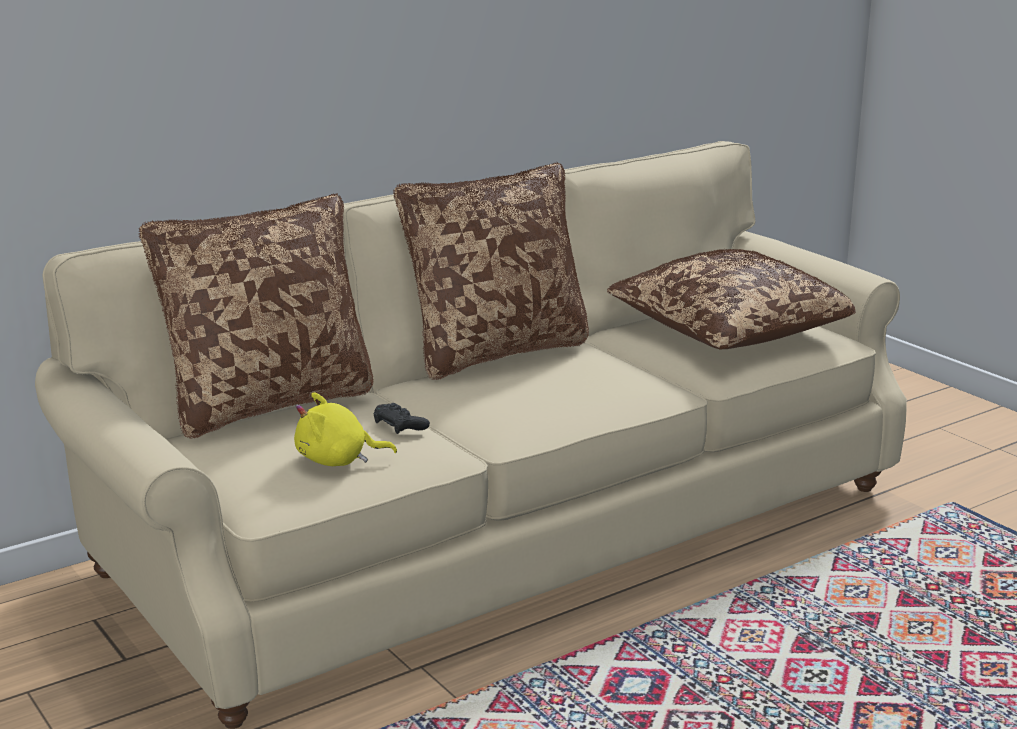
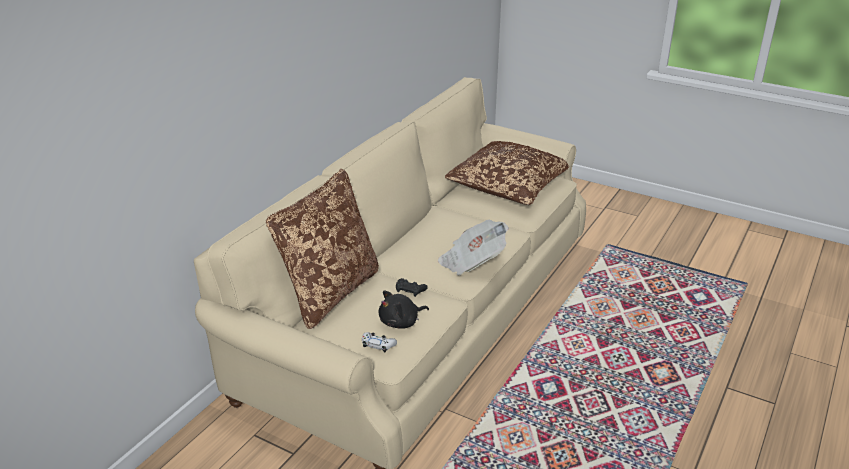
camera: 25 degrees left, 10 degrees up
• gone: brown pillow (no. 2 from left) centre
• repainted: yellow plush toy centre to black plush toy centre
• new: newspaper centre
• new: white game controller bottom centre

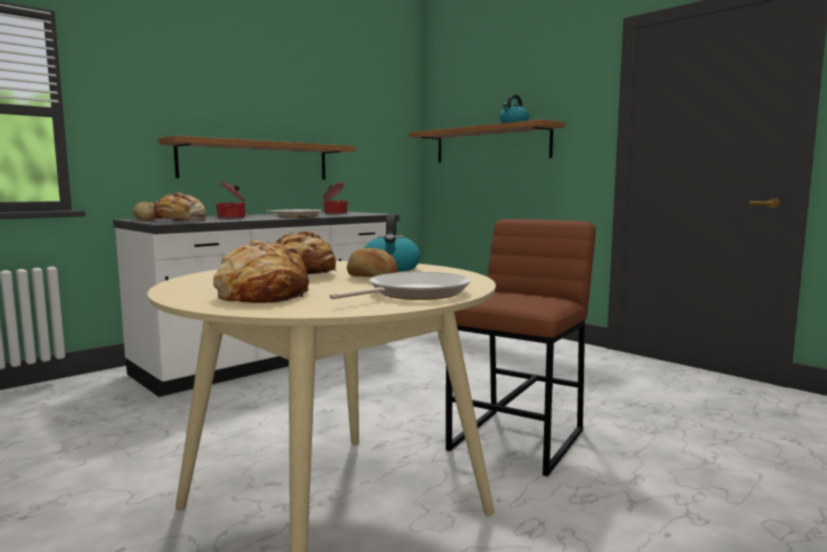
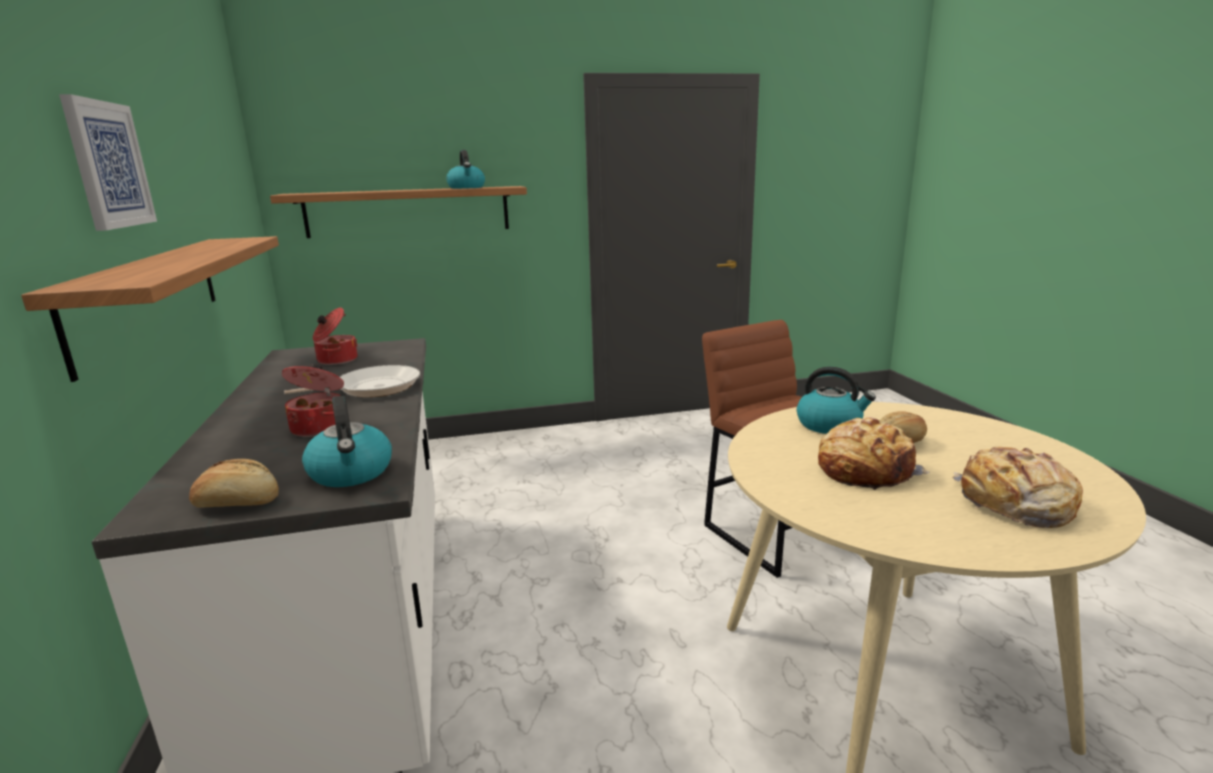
camera: 60 degrees left, 10 degrees up
• swapped: bread (no. 2 from left) middle left to kettle (no. 1 from left) middle left
• gone: frying pan (no. 2 from left) centre
• new: picture top left

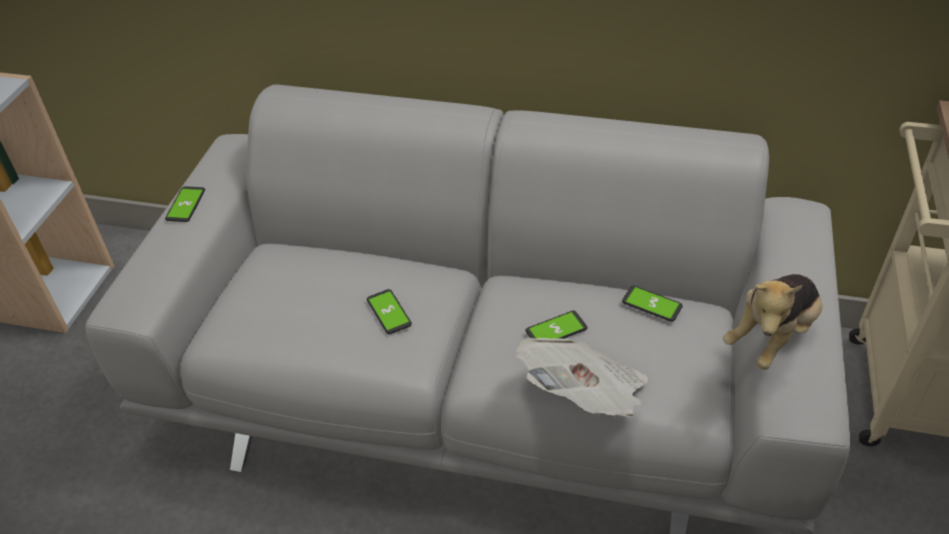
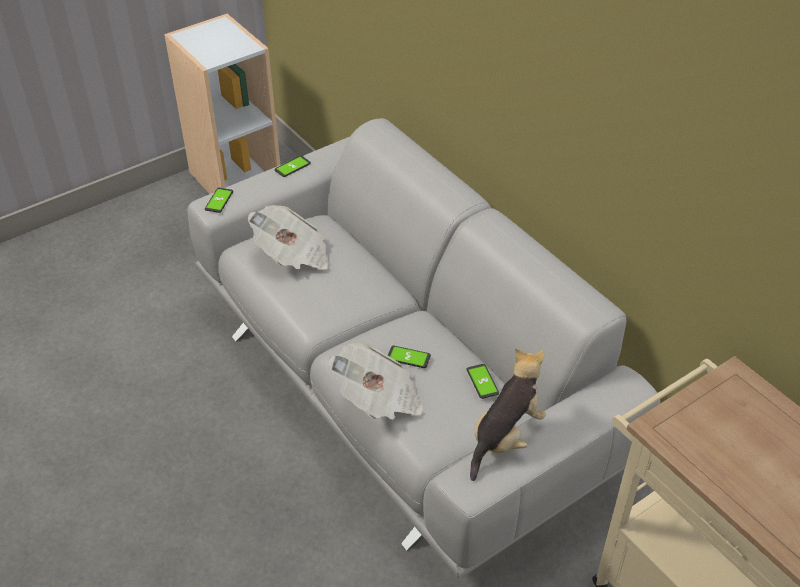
camera: 40 degrees right, 0 degrees up
• rotated: plush toy middle right = bottom centre 135 degrees clockwise
• shifted: phone (no. 2 from left in the first image) centre to phone (no. 1 from left) middle left
• new: newspaper (no. 1 from left) centre

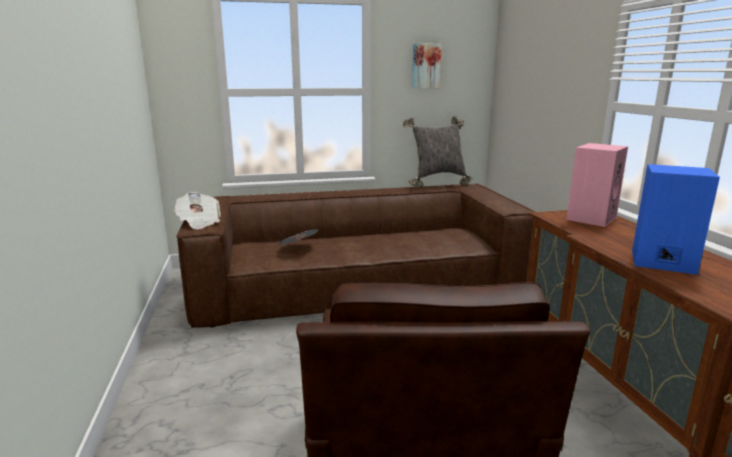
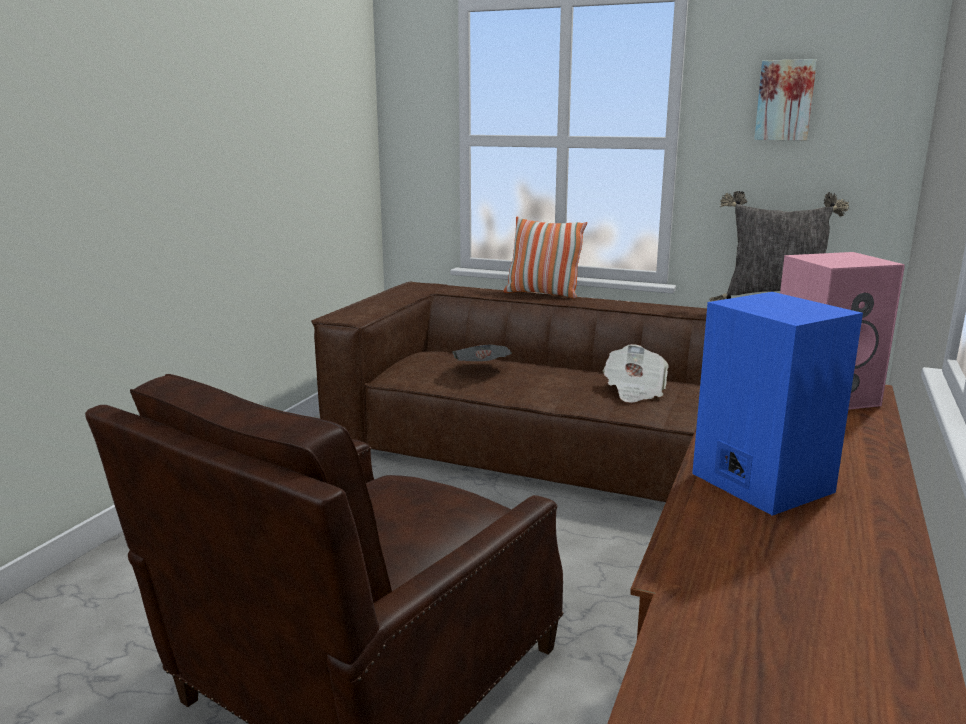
camera: 35 degrees right, 0 degrees up
• shifted: newspaper (no. 1 from left in the first image) middle left to newspaper (no. 2 from left) centre
• new: pillow (no. 1 from left) centre

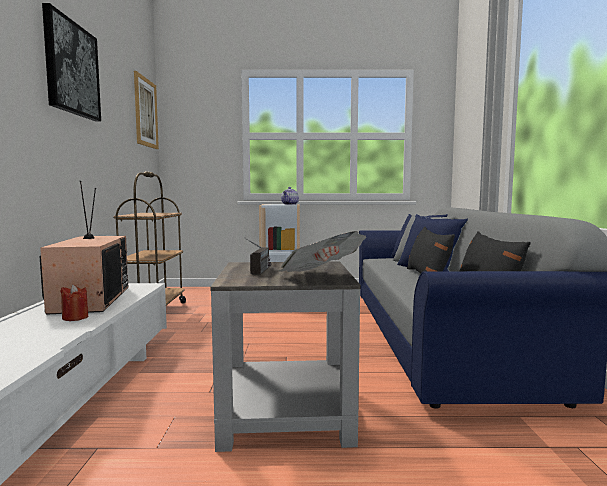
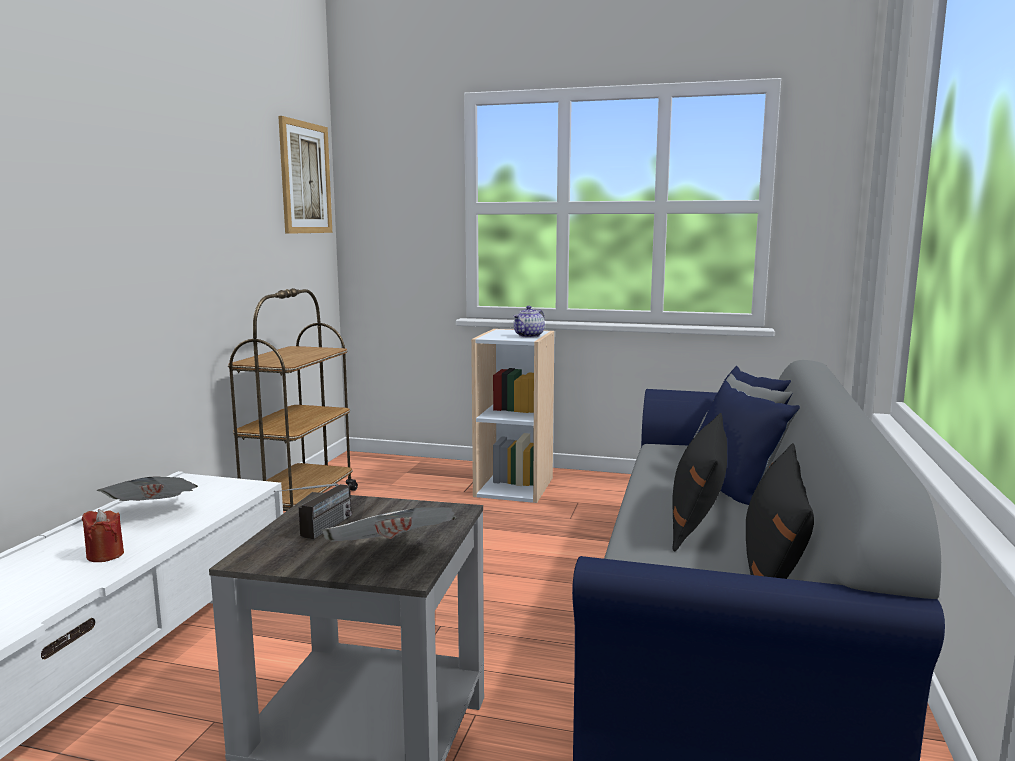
camera: 15 degrees right, 5 degrees up
• gone: picture (no. 1 from left) top left
• swapped: television middle left to newspaper (no. 1 from left) middle left

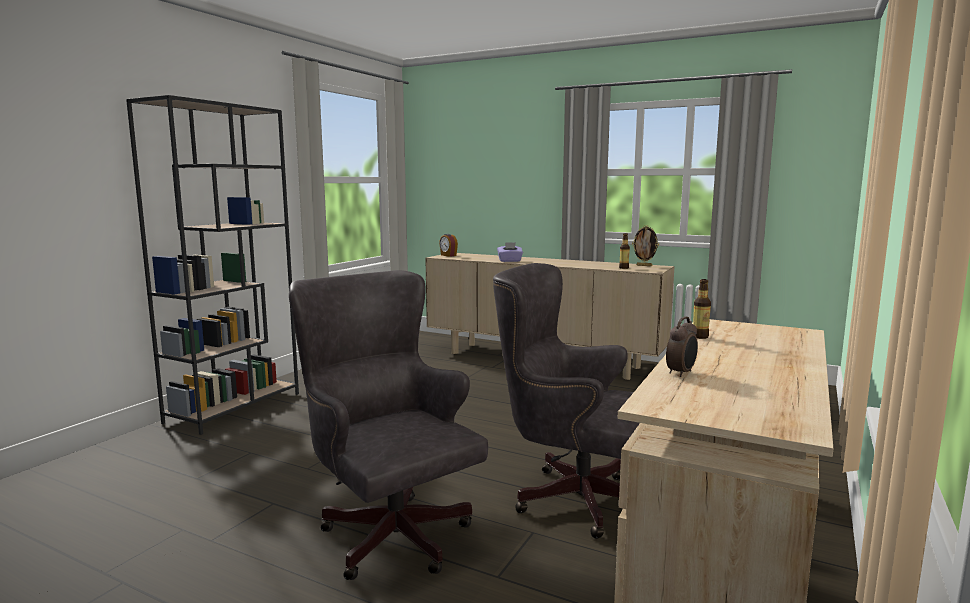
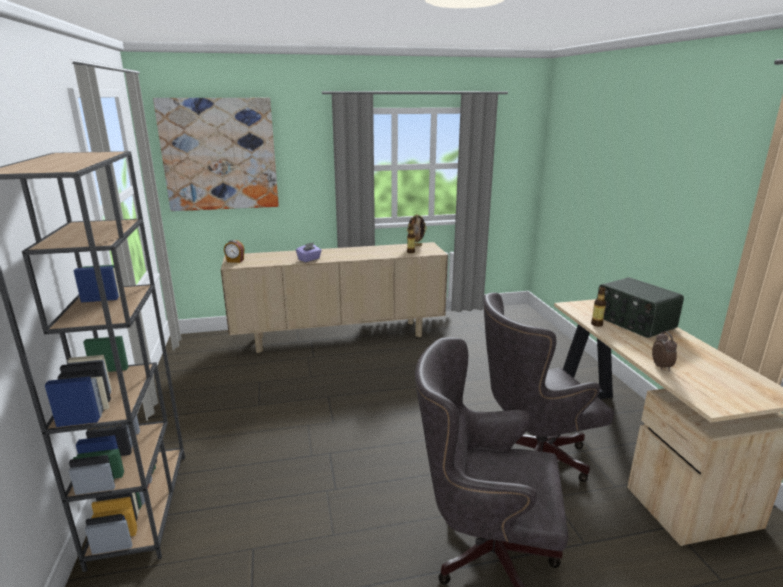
camera: 40 degrees left, 10 degrees up
• new: picture top left
• new: radio middle right

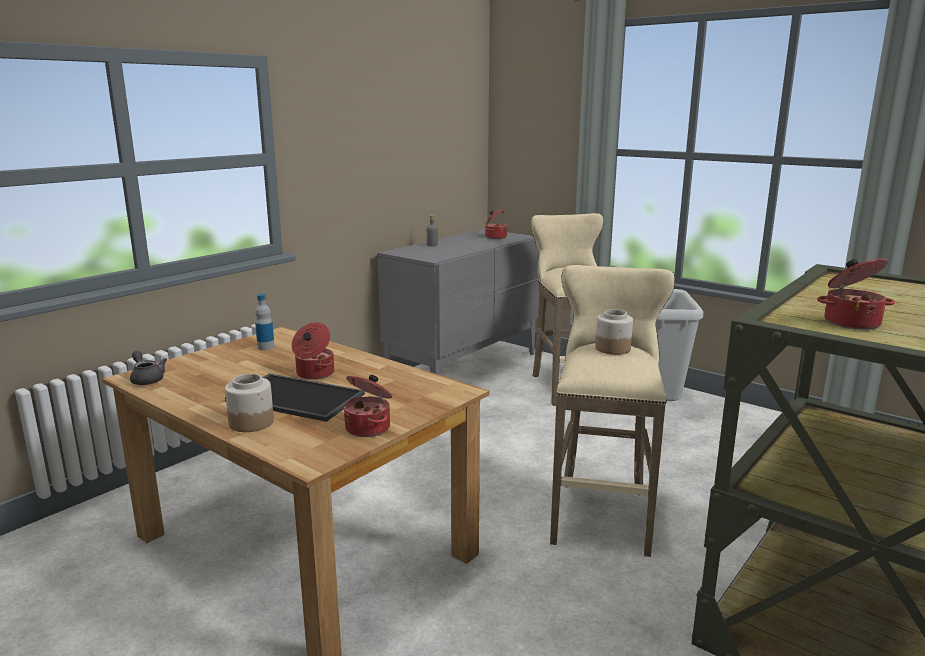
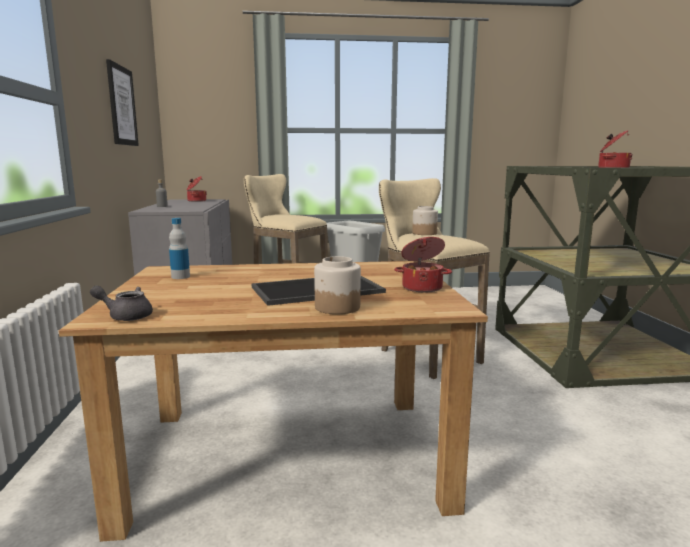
camera: 45 degrees left, 5 degrees down
• gone: cooking pot (no. 1 from left) centre
• new: picture top left

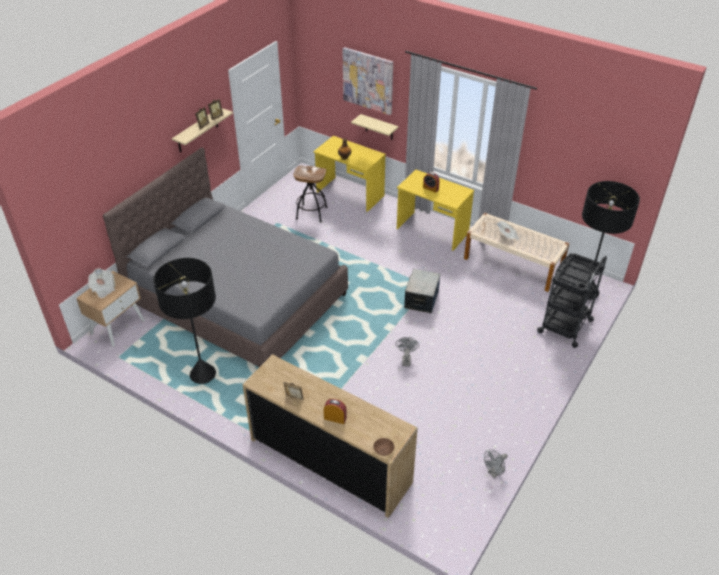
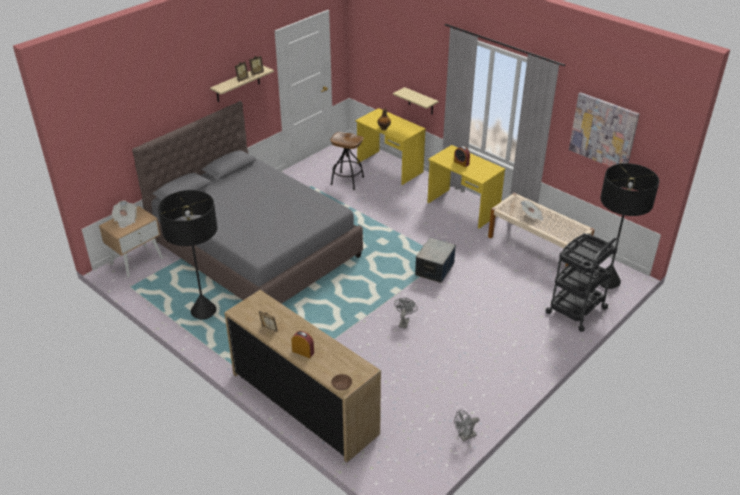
camera: 10 degrees right, 5 degrees down
• shifted: picture top centre to top right

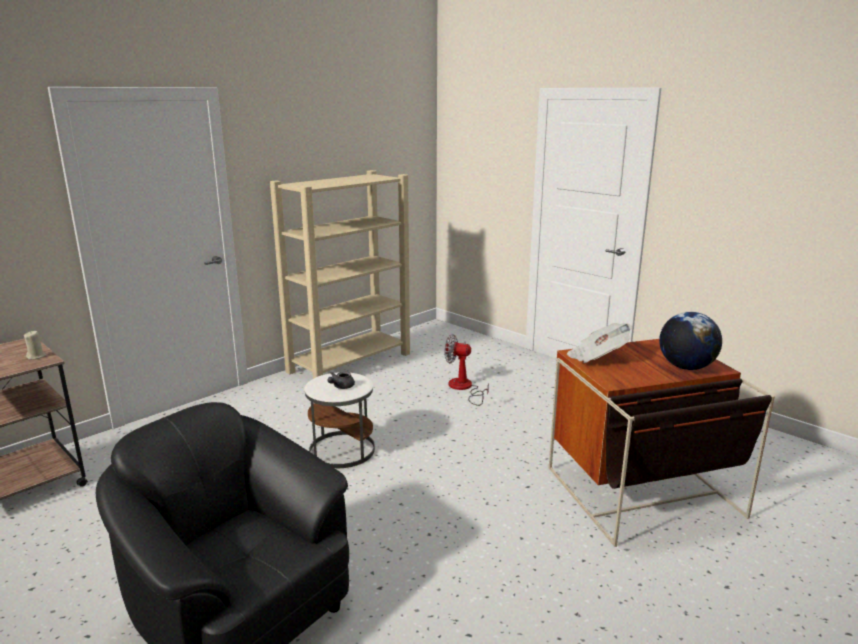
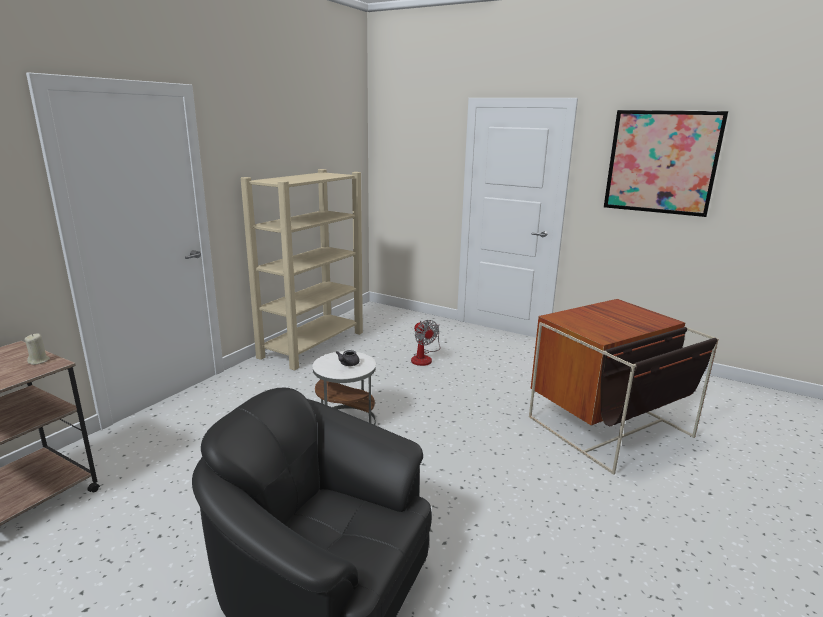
camera: 15 degrees left, 0 degrees up
• gone: globe middle right
• gone: newspaper middle right
• rotated: fan centre = centre 120 degrees counterclockwise
• new: picture top right

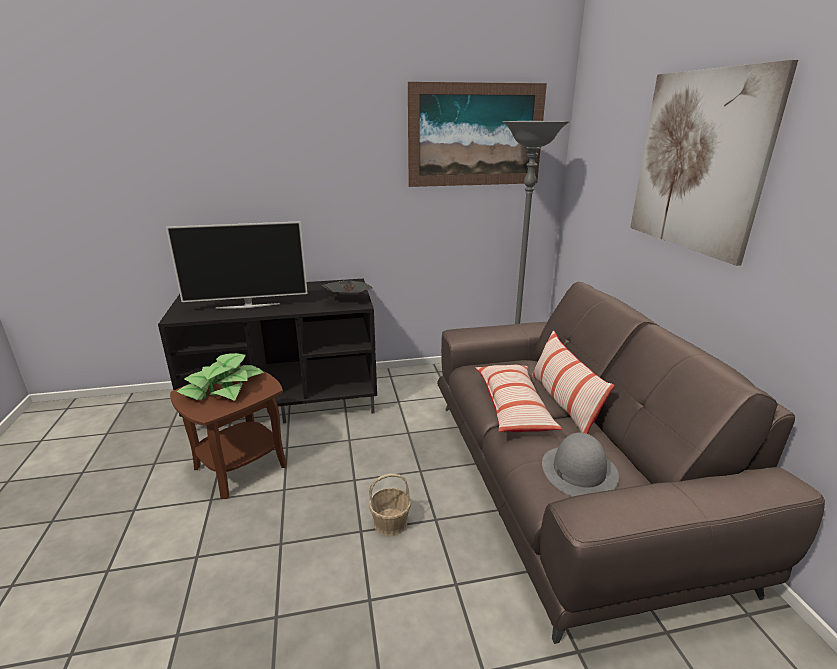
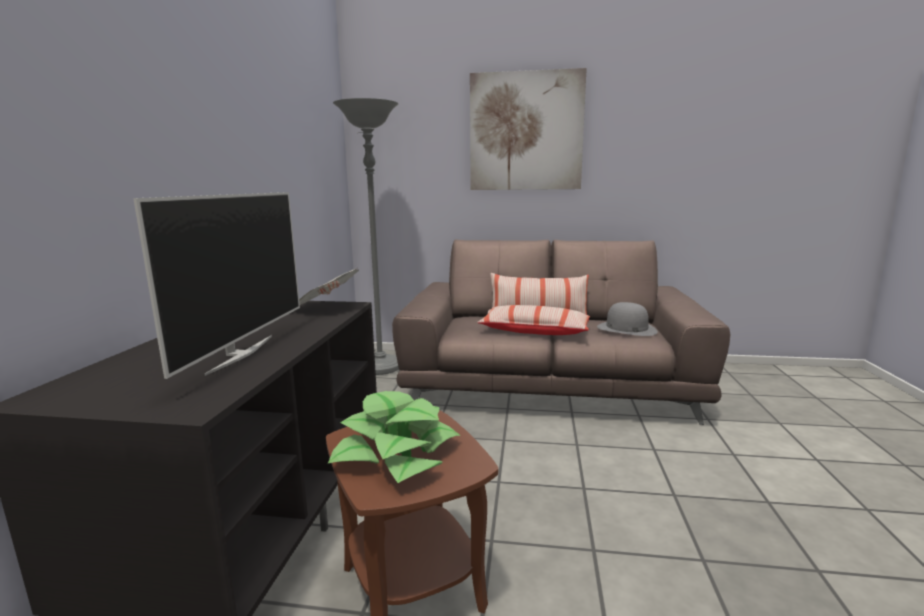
camera: 70 degrees left, 10 degrees down
• gone: picture (no. 1 from left) top centre
• gone: basket bottom centre

